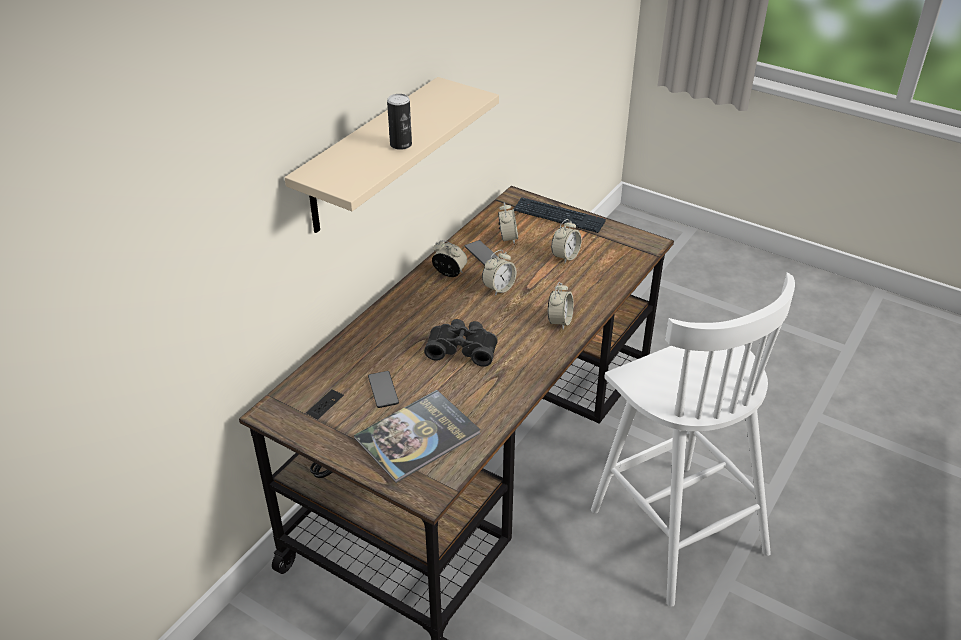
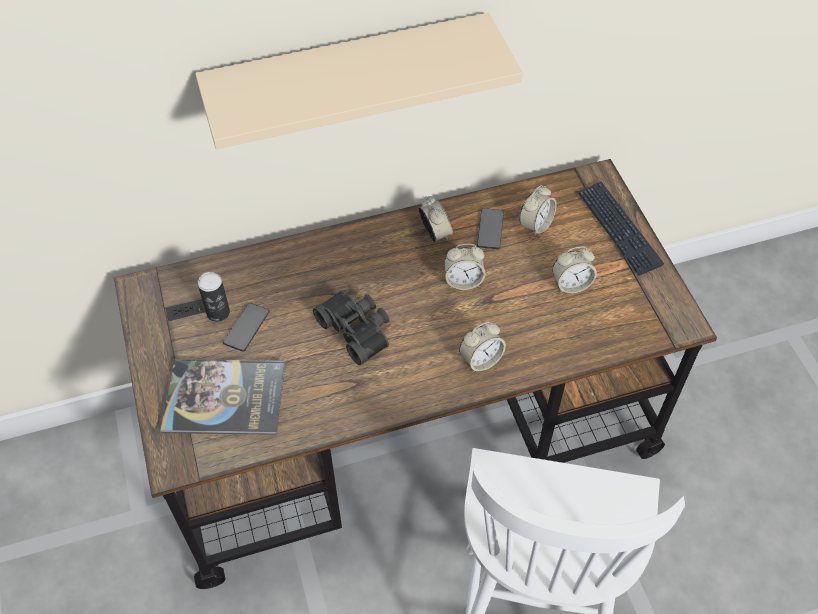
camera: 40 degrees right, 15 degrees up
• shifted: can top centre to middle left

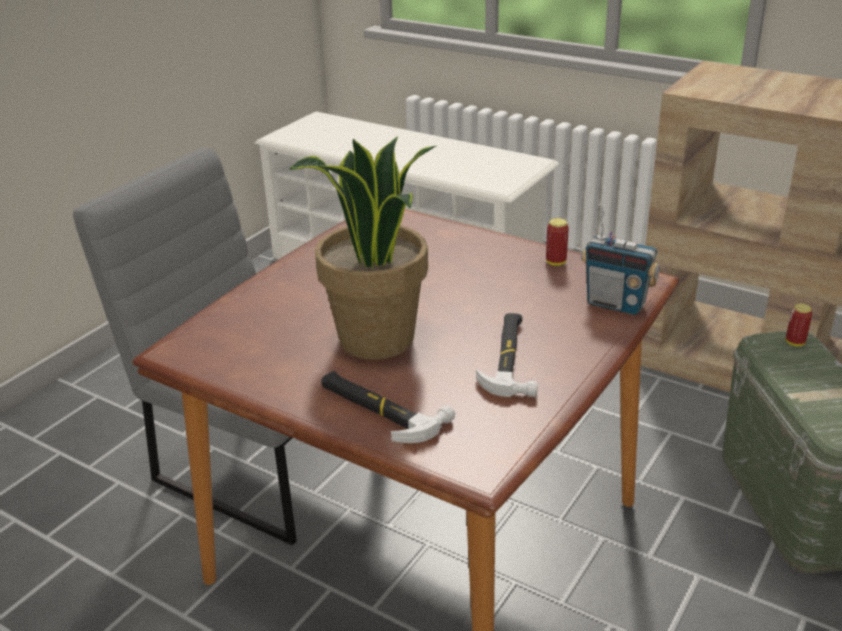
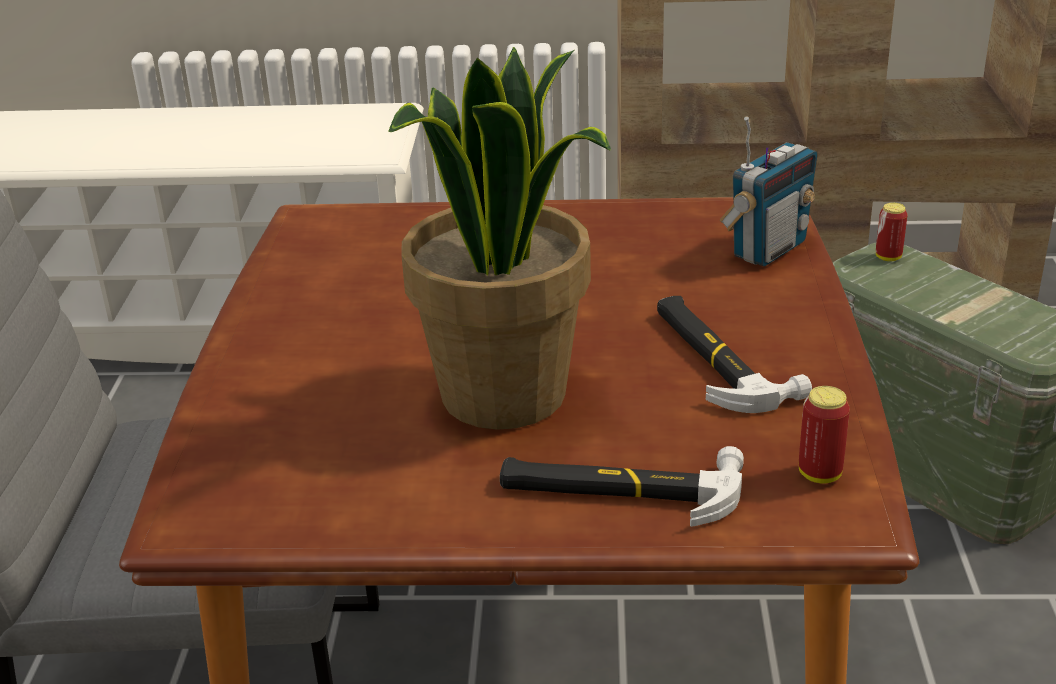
camera: 30 degrees left, 0 degrees up
• rotated: radio middle right = top right 45 degrees counterclockwise
• shifted: can (no. 1 from left) centre to middle right

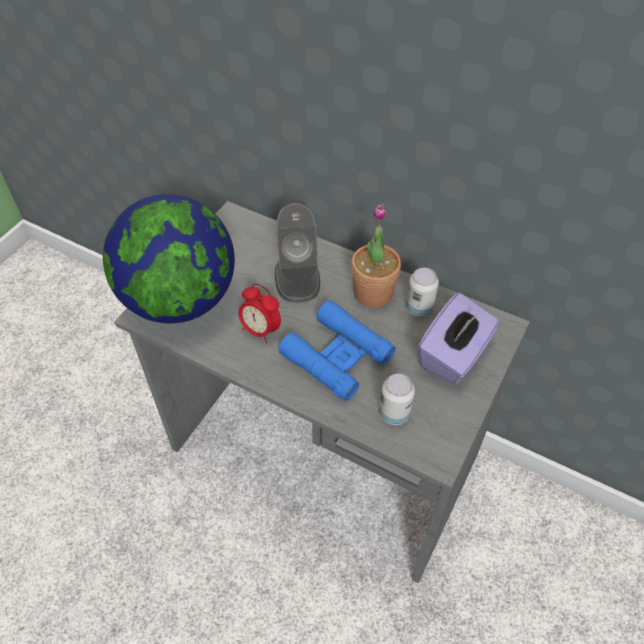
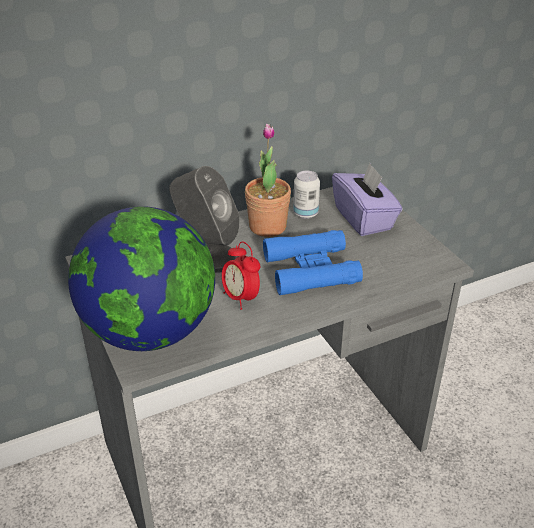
camera: 55 degrees left, 15 degrees down
• rotated: alarm clock centre = centre 75 degrees clockwise
• gone: can (no. 1 from left) centre

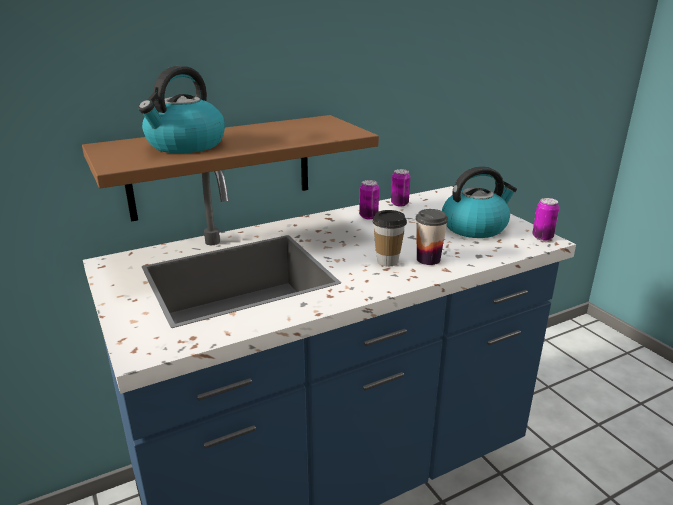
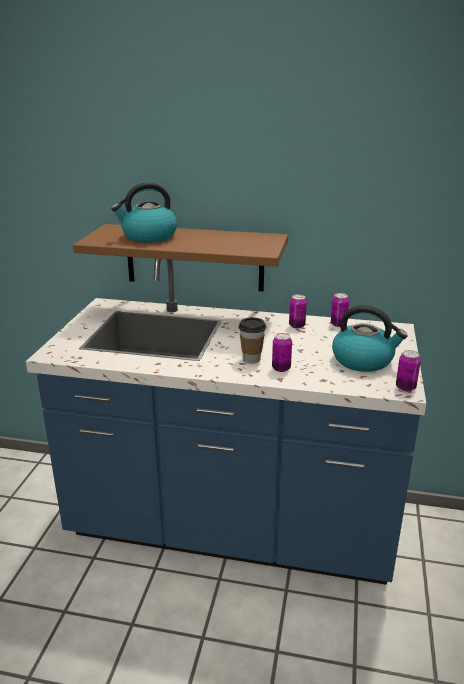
camera: 40 degrees right, 0 degrees up
• swapped: cup (no. 2 from left) centre to can (no. 1 from left) centre

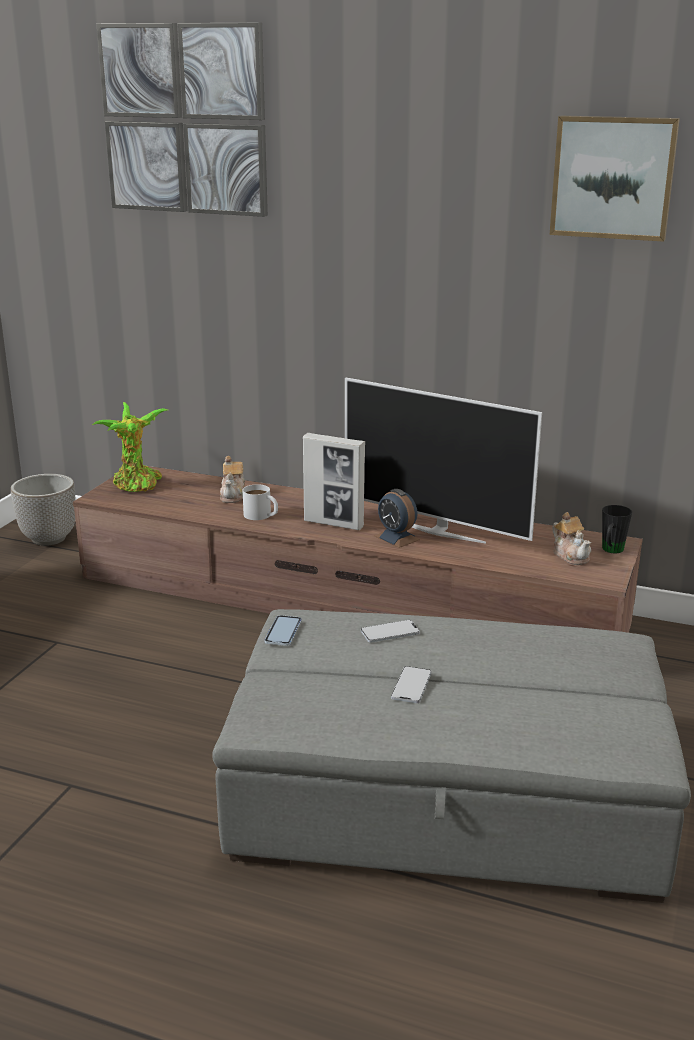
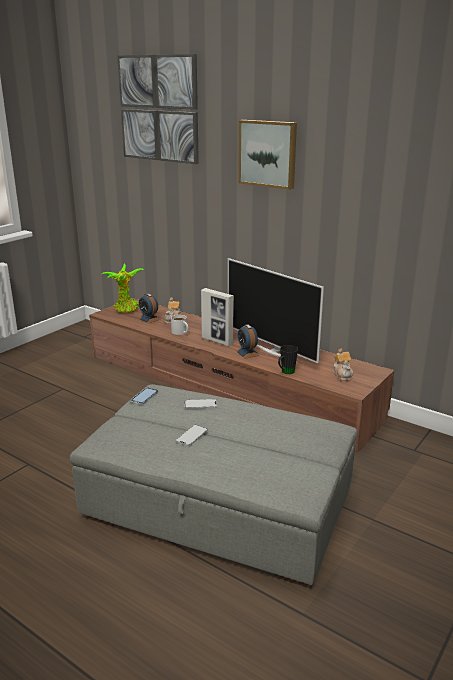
camera: 15 degrees right, 0 degrees up
• shifted: picture (no. 2 from left) top right to top centre
• gone: planter middle left
• shifted: black mug middle right to centre
• new: alarm clock (no. 1 from left) middle left

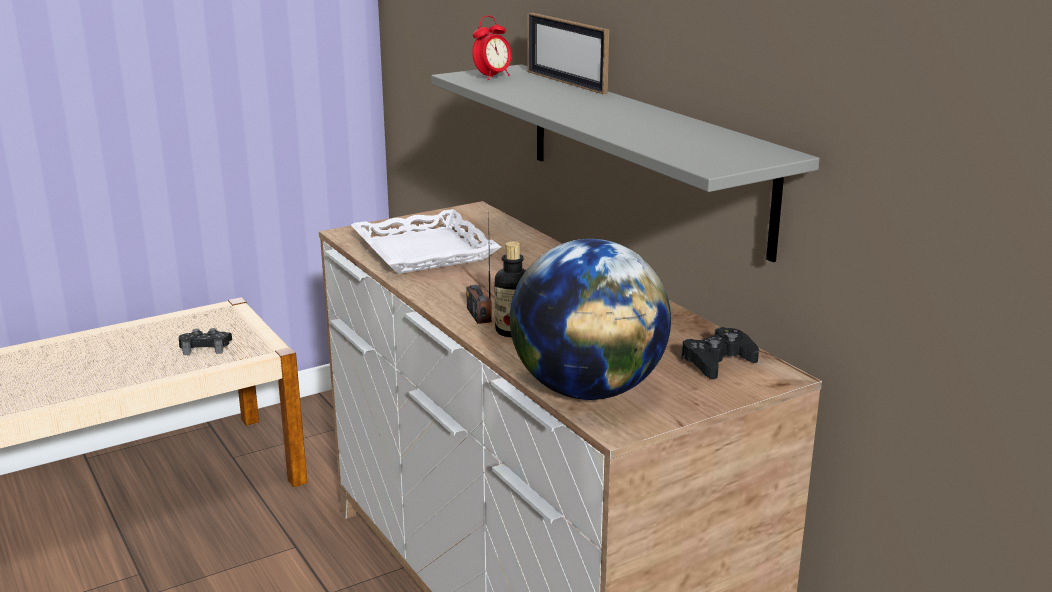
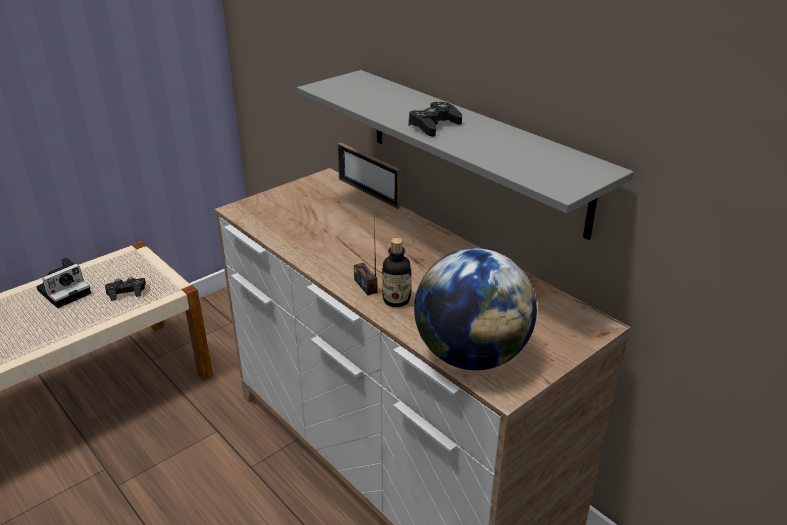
camera: 10 degrees left, 10 degrees up
• shifted: picture frame top centre to centre
• gone: alarm clock top centre
• gone: white tray centre
• shifted: black game controller (no. 2 from left) middle right to top centre
• new: photo camera middle left

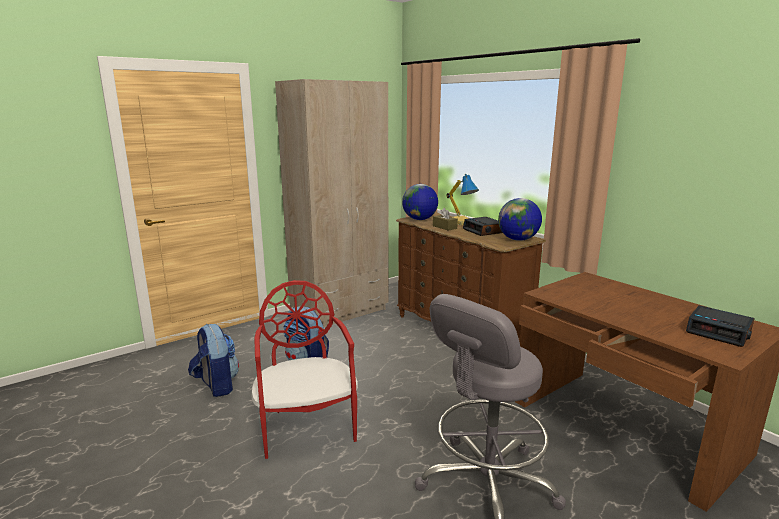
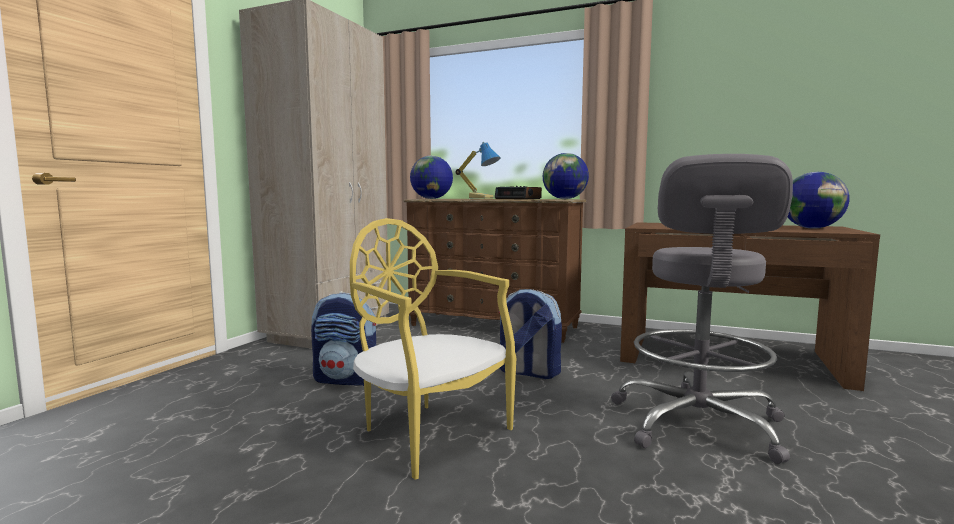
camera: 30 degrees left, 10 degrees down
• gone: brown tissue box centre
• repainted: red chair bottom centre to yellow chair centre
• swapped: alarm clock (no. 2 from left) middle right to globe (no. 3 from left) middle right
• shifted: backpack (no. 1 from left in the first image) bottom left to backpack (no. 2 from left) centre

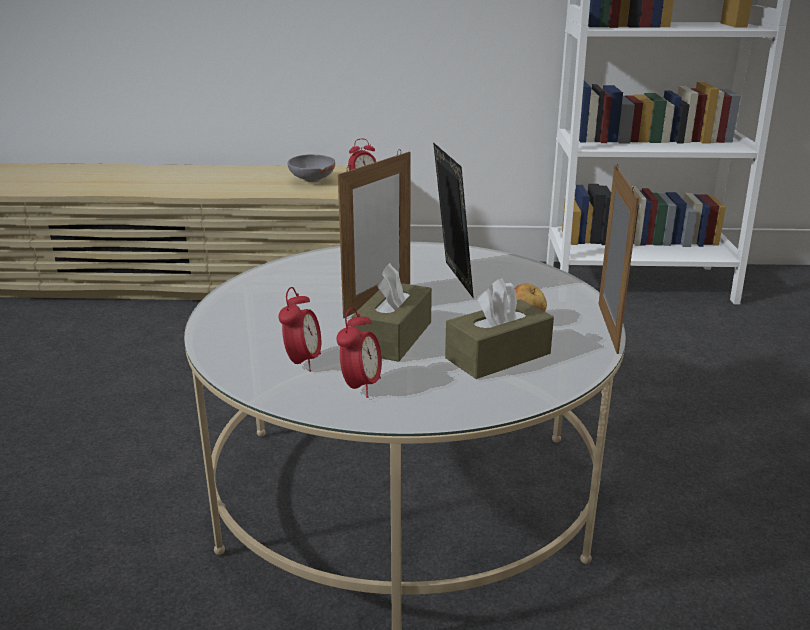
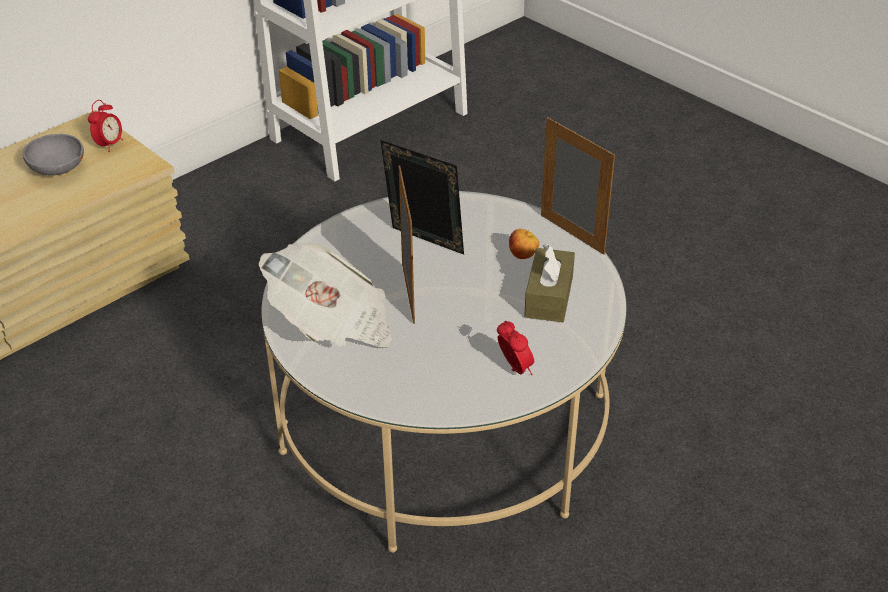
camera: 45 degrees left, 15 degrees up
• gone: brown tissue box (no. 1 from left) centre
• gone: alarm clock (no. 1 from left) centre
• new: newspaper centre

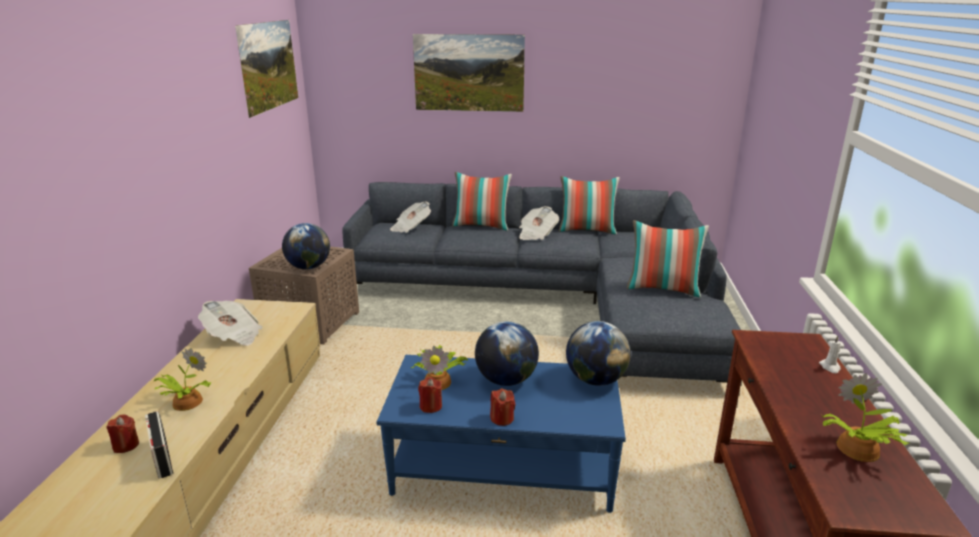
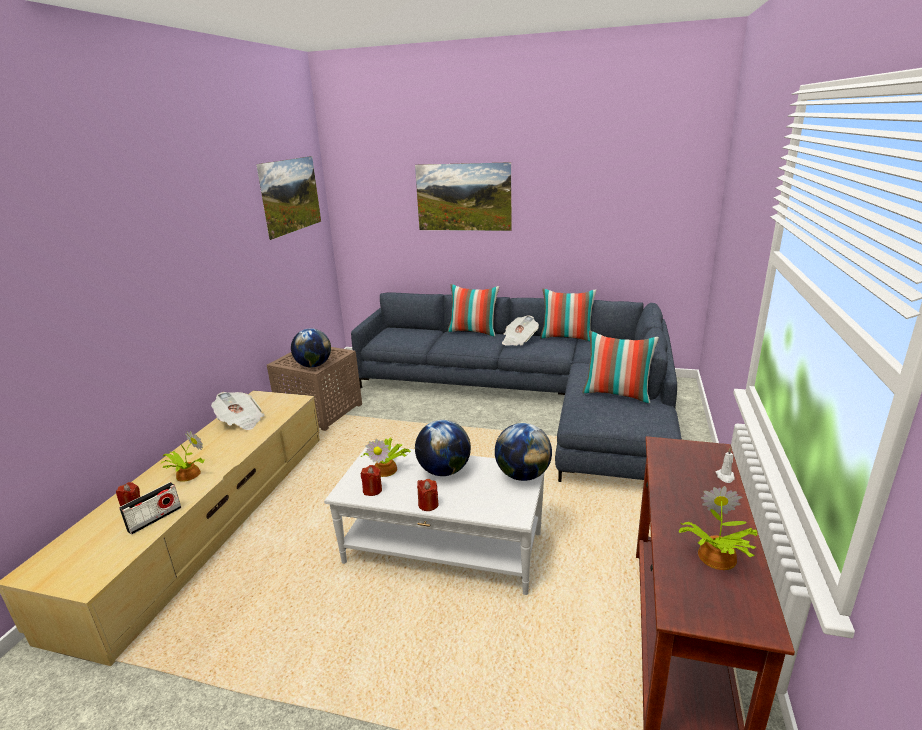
camera: 10 degrees right, 0 degrees up
• gone: newspaper (no. 2 from left) centre
• repainted: blue coffee table bottom centre to white coffee table bottom centre
• rotated: radio bottom left = bottom left 120 degrees counterclockwise

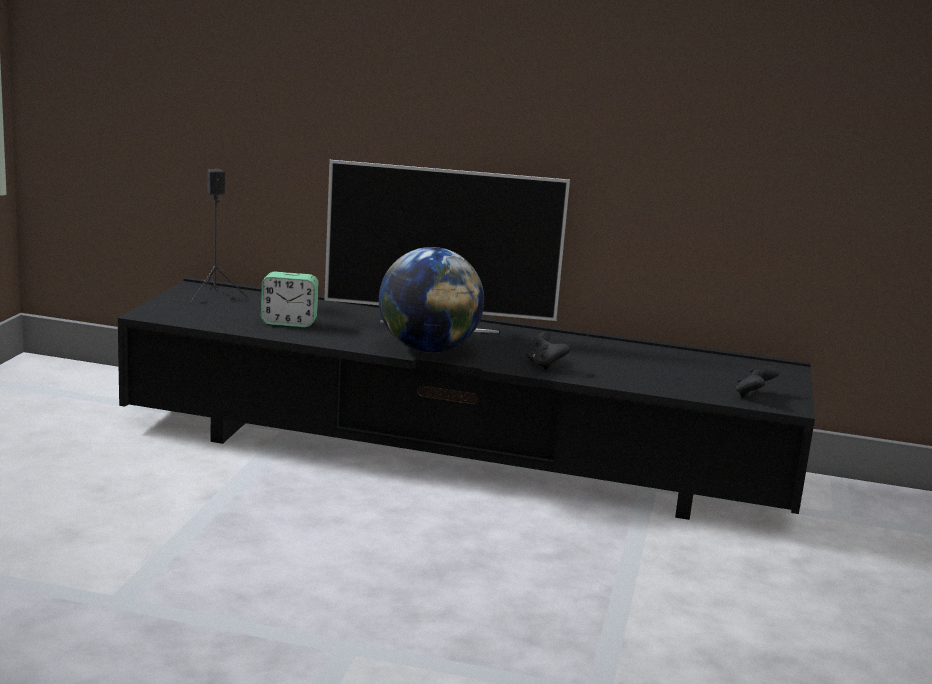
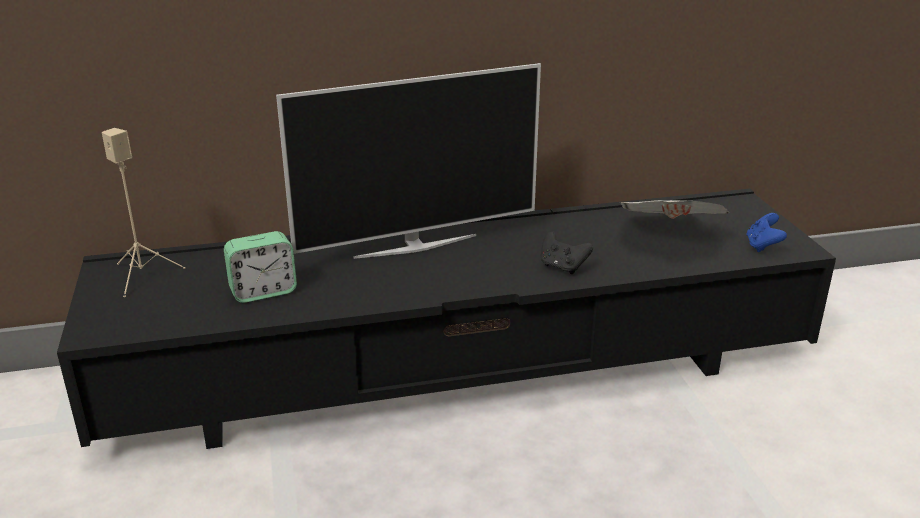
camera: 25 degrees left, 10 degrees up
• repainted: black speaker middle left to beige speaker middle left
• gone: globe centre
• repainted: black game controller (no. 2 from left) middle right to blue game controller middle right
• new: newspaper middle right

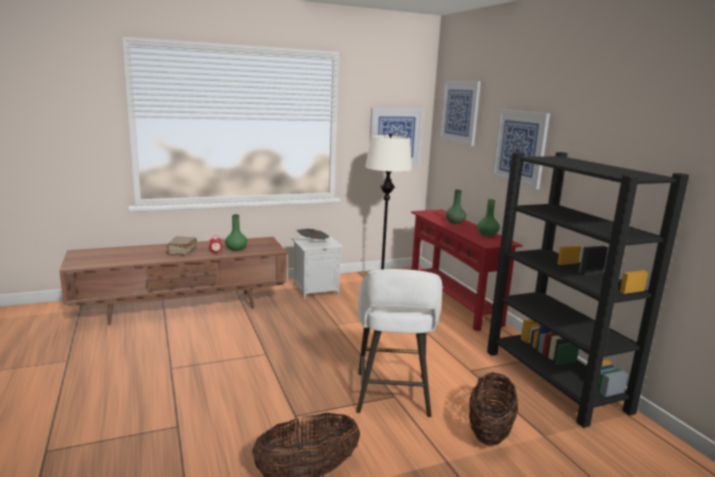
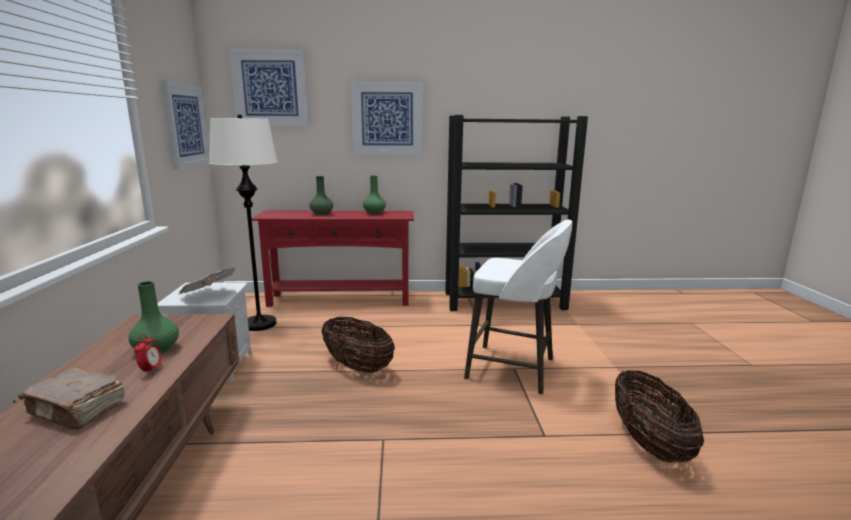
camera: 70 degrees left, 0 degrees up
• shifted: basket (no. 2 from left in the first image) bottom right to basket (no. 1 from left) centre

